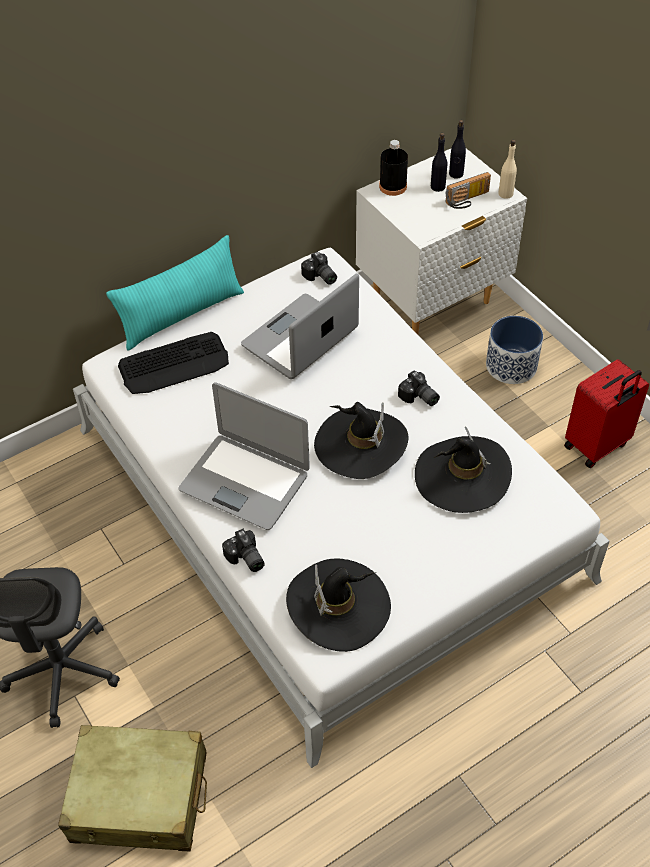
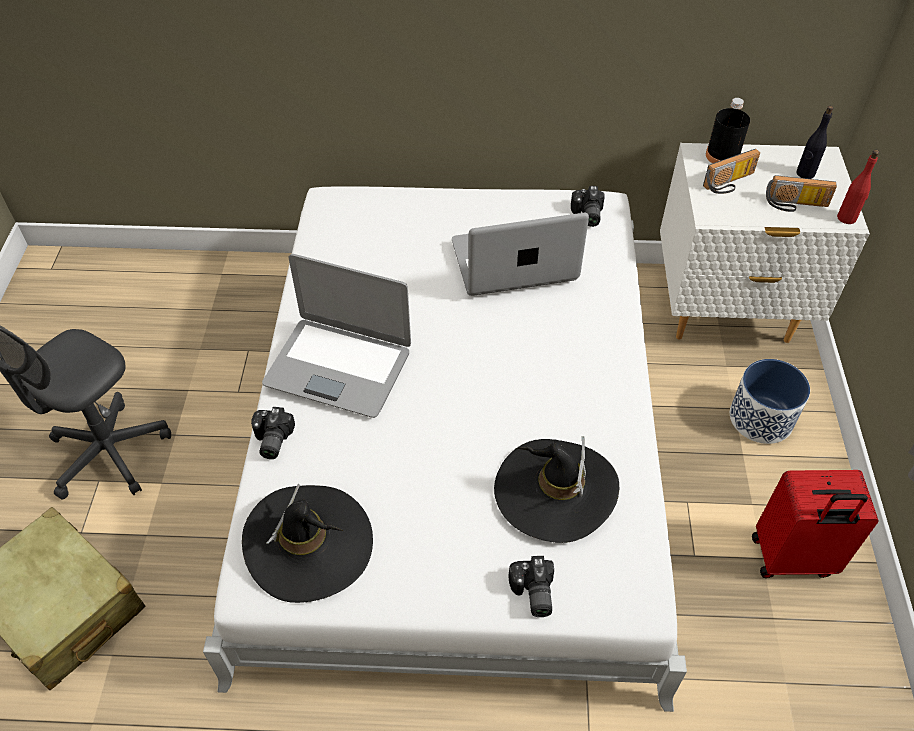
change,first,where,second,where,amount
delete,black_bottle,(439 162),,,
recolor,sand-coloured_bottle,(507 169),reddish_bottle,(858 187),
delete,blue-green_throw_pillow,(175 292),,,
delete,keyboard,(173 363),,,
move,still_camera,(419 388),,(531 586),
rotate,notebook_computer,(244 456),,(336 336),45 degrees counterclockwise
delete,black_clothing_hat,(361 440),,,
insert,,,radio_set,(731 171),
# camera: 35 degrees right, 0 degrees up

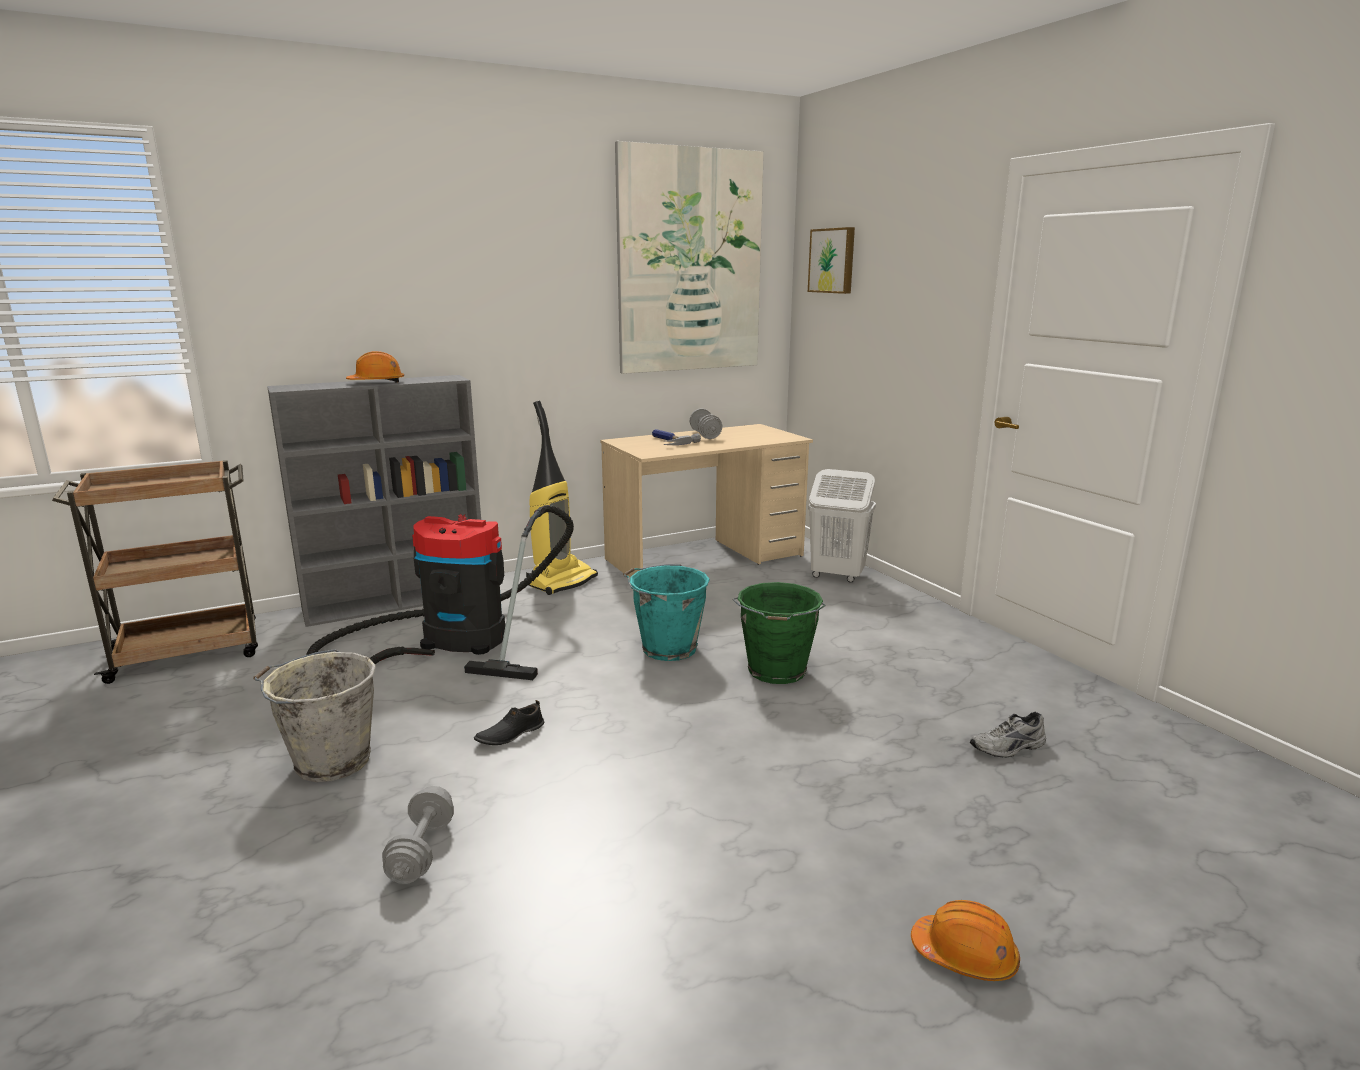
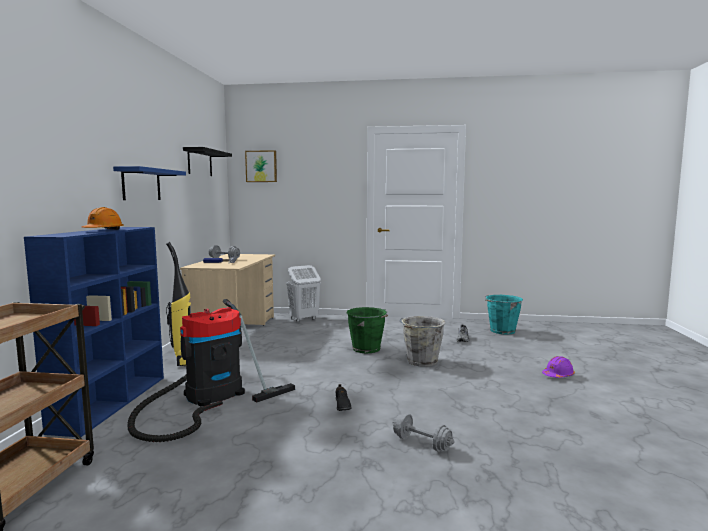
change,first,where,second,where,amount
replace,picture,(689 257),black_shelf,(207 161),
recolor,grey_bookcase,(374 501),blue-coloured_bookcase,(94 332),
move,blue-green_water_bucket,(666 612),,(504 315),
move,grey_water_bucket,(314 715),,(422 341),
recolor,orangey_safety_helmet,(965 940),purplish_safety_helmet,(558 367),
insert,,,blue-coloured_shelf,(149 183),
# camera: 55 degrees left, 10 degrees down

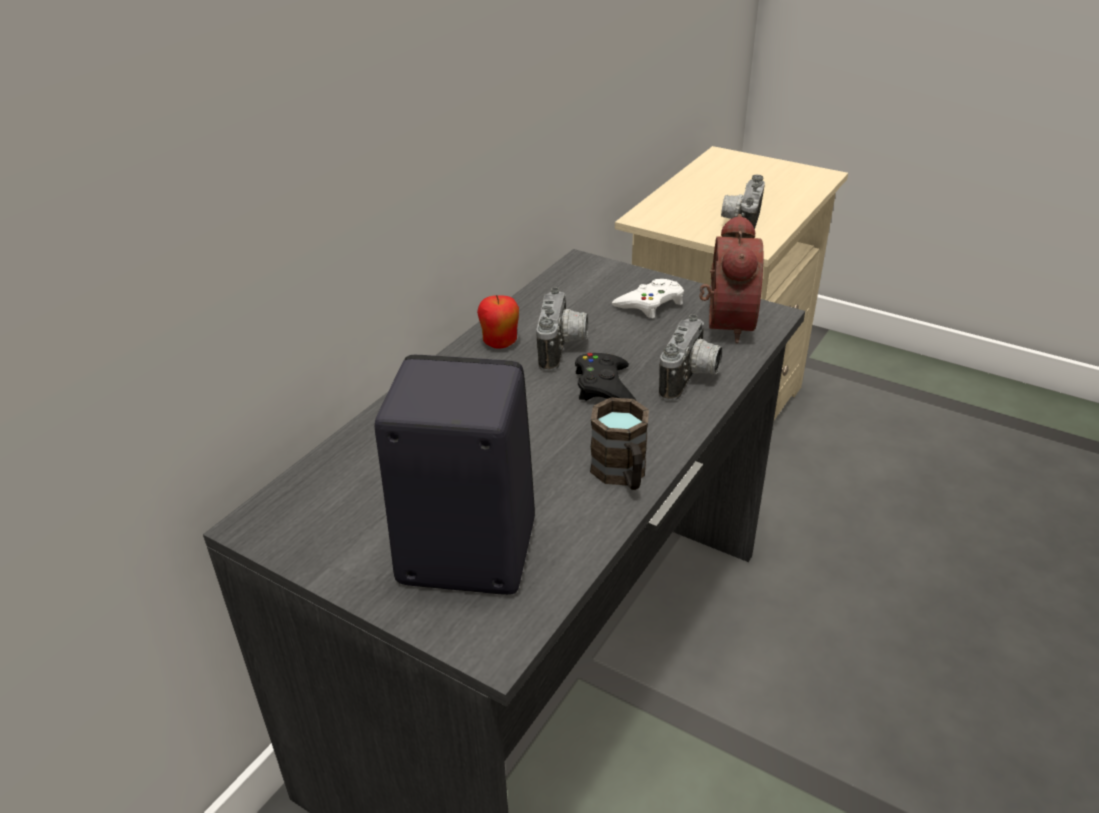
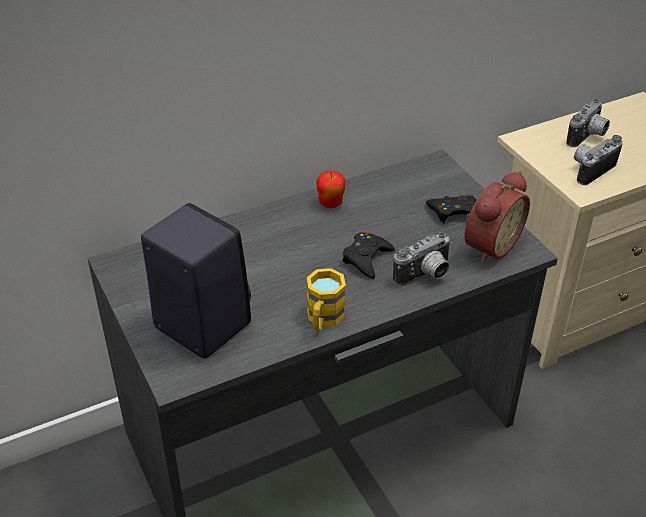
change,first,where,second,where,amount
recolor,white_gamepad,(648 298),black_gamepad,(451 209),
move,still_camera,(562 329),,(588 123),
recolor,brownish_tea_mug,(619 443),yellow-coloured_tea_mug,(326 299),
# camera: 30 degrees right, 5 degrees up

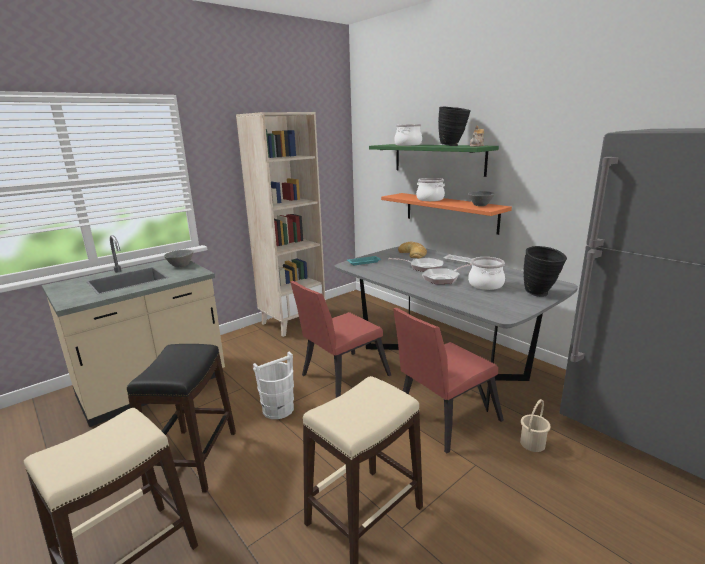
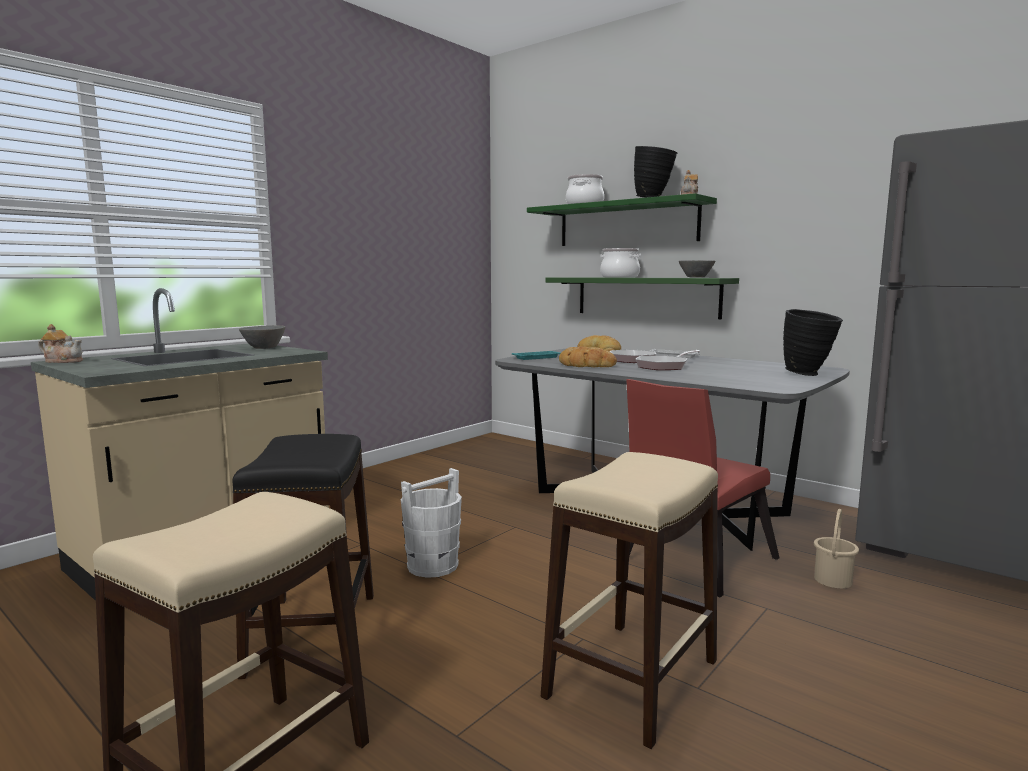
change,first,where,second,where,amount
delete,sand-coloured_bookcase,(281 224),,,
recolor,orangey_shelf,(446 214),green-coloured_shelf,(642 298),
delete,cooking_pot,(486 273),,,
delete,reddish_upright_chair,(340 339),,,
insert,,,tea_pot,(60 343),
insert,,,bakery_bread,(588 356),
# camera: 10 degrees left, 10 degrees down

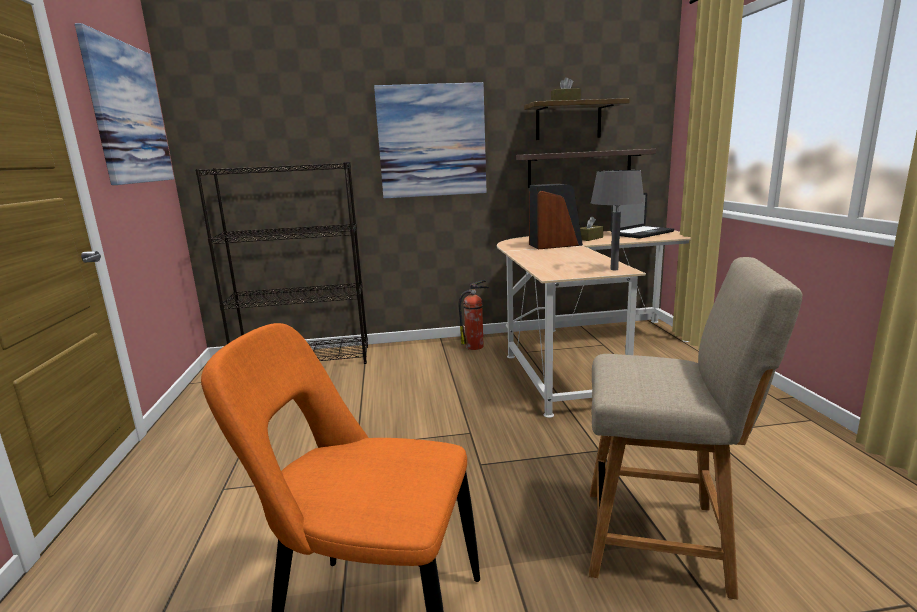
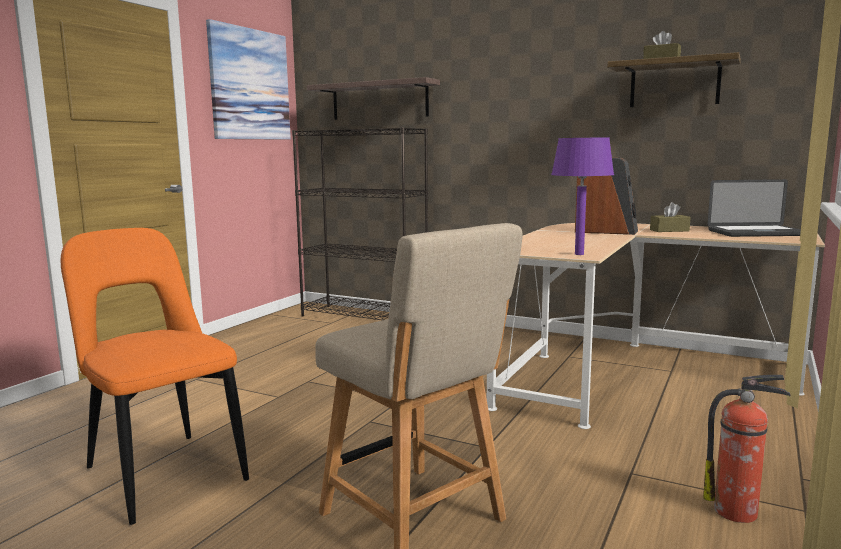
change,first,where,second,where,amount
delete,picture,(430 140),,,
move,shelf,(586 168),,(373 98),
recolor,grey_tabletop_lamp,(617 220),purplish_tabletop_lamp,(582 196),
move,extinguisher,(474 315),,(747 449),
# camera: 35 degrees right, 5 degrees down

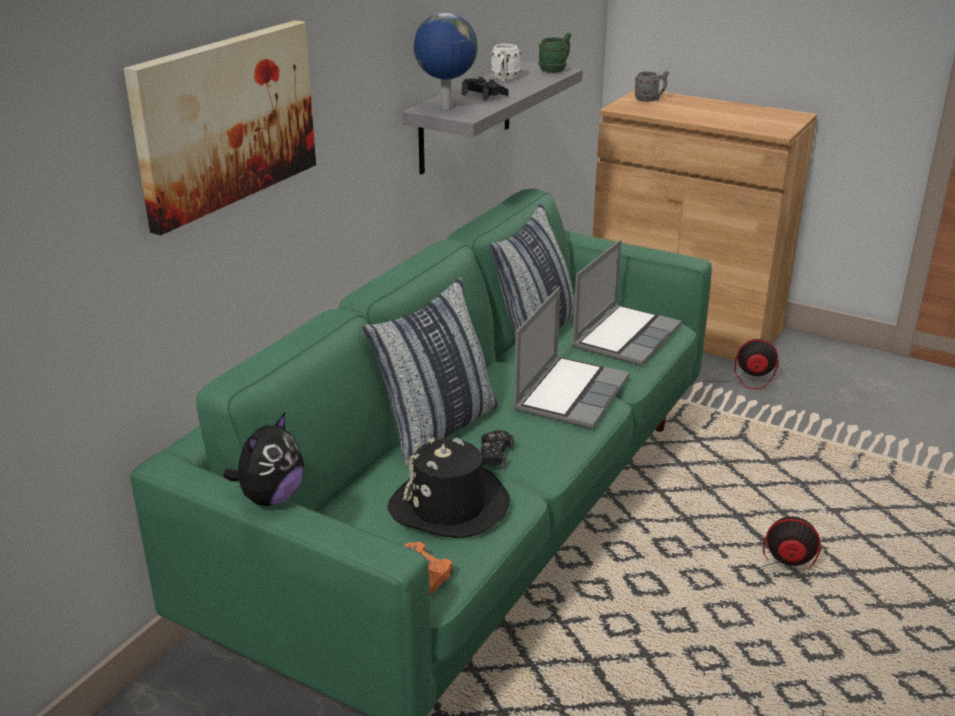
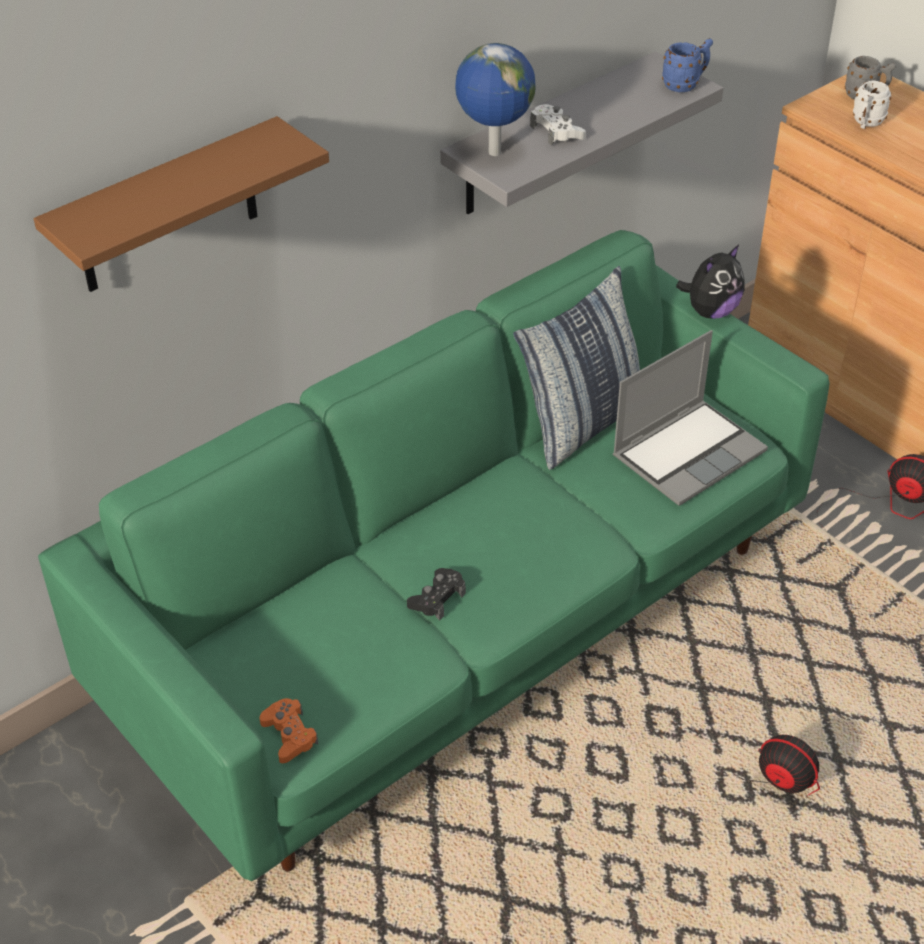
change,first,where,second,where,amount
replace,picture,(219 127),brownish_shelf,(181 204),
recolor,green-coloured_tea_mug,(555 53),blue-coloured_tea_mug,(687 65),
move,white_tea_mug,(506 62),,(872 104),
recolor,black_gamepad,(485 88),white_gamepad,(558 125),
delete,throw_pillow,(430 372),,,
delete,notebook_computer,(571 358),,,
move,plush_toy,(263 459),,(710 282),
delete,black_clothing_hat,(448 488),,,
# camera: 20 degrees right, 15 degrees up

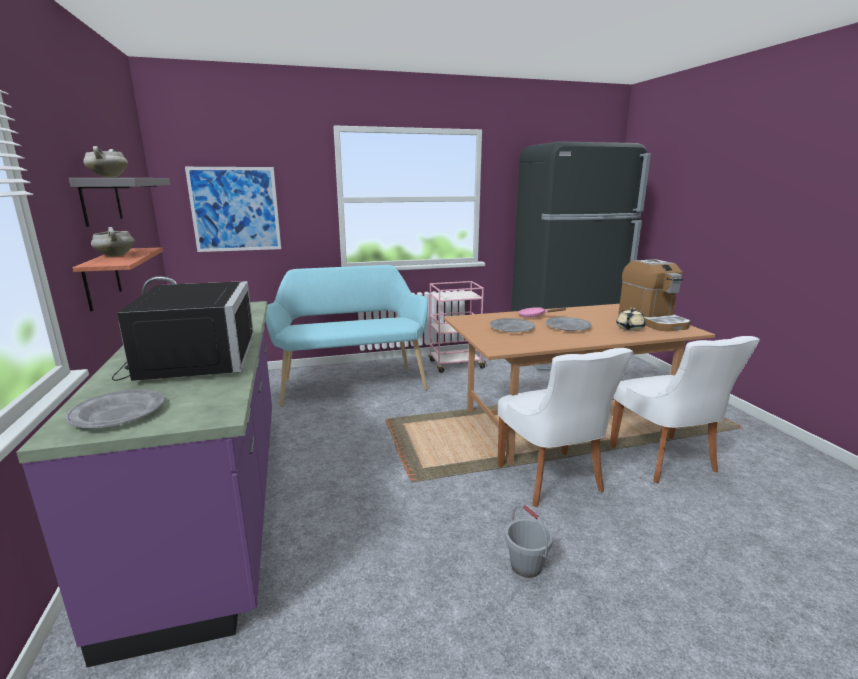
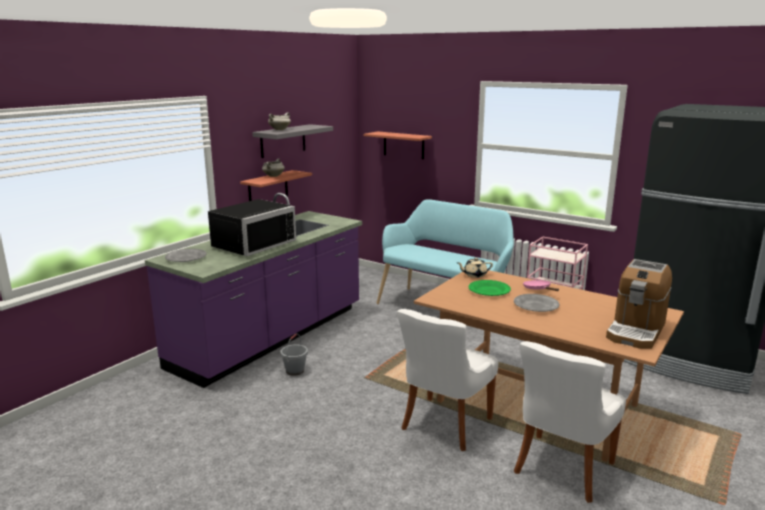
change,first,where,second,where,amount
replace,picture,(233 209),shelf,(398 145),
move,sand-coloured_tea_pot,(630 319),,(475 268),
recolor,grey_dinner_plate,(512 325),green-coloured_dinner_plate,(490 288),
move,grey_water_bucket,(529 541),,(294 354),
# camera: 50 degrees right, 0 degrees up

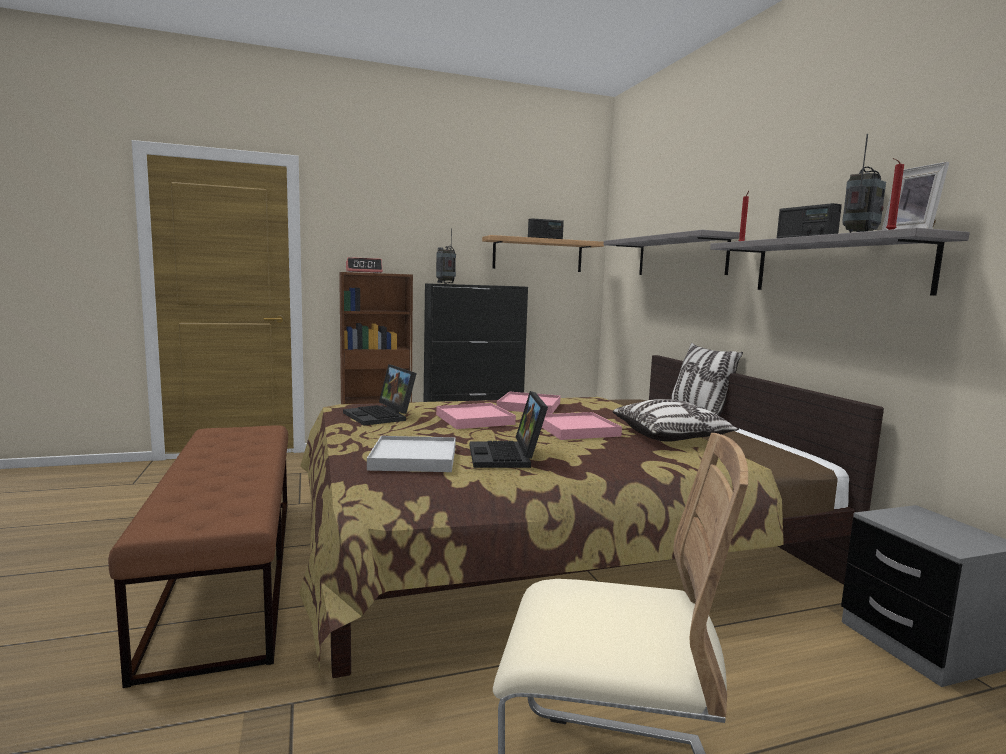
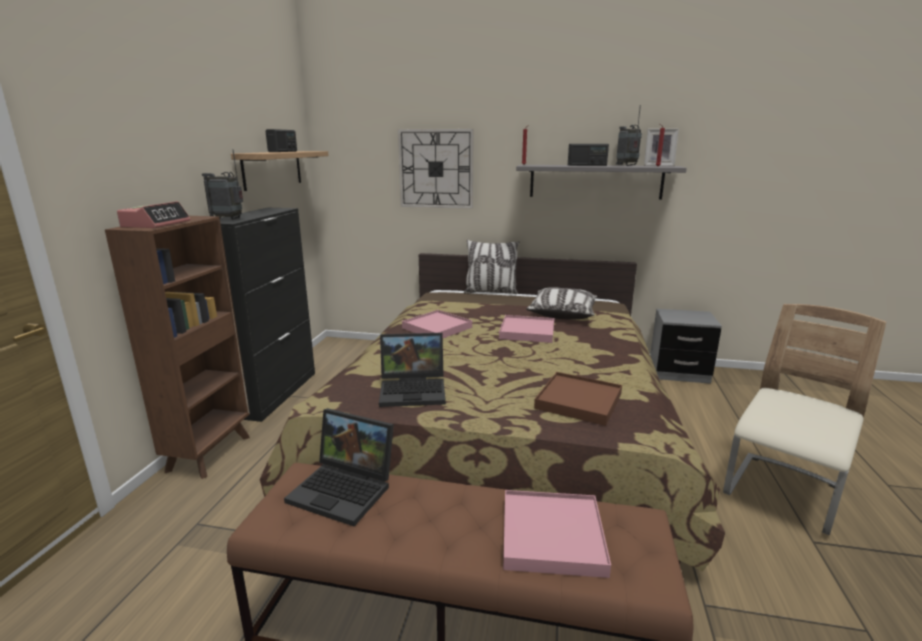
change,first,where,second,where,amount
replace,grey_shelf,(672 252),clock_on_the_wall,(436 169),
move,notebook_computer,(509 429),,(339 467),
move,pinkish_carrying_tray,(476 416),,(557 534),
recolor,white_carrying_tray,(411 454),brownish_carrying_tray,(578 399),
# camera: 60 degrees left, 10 degrees up

